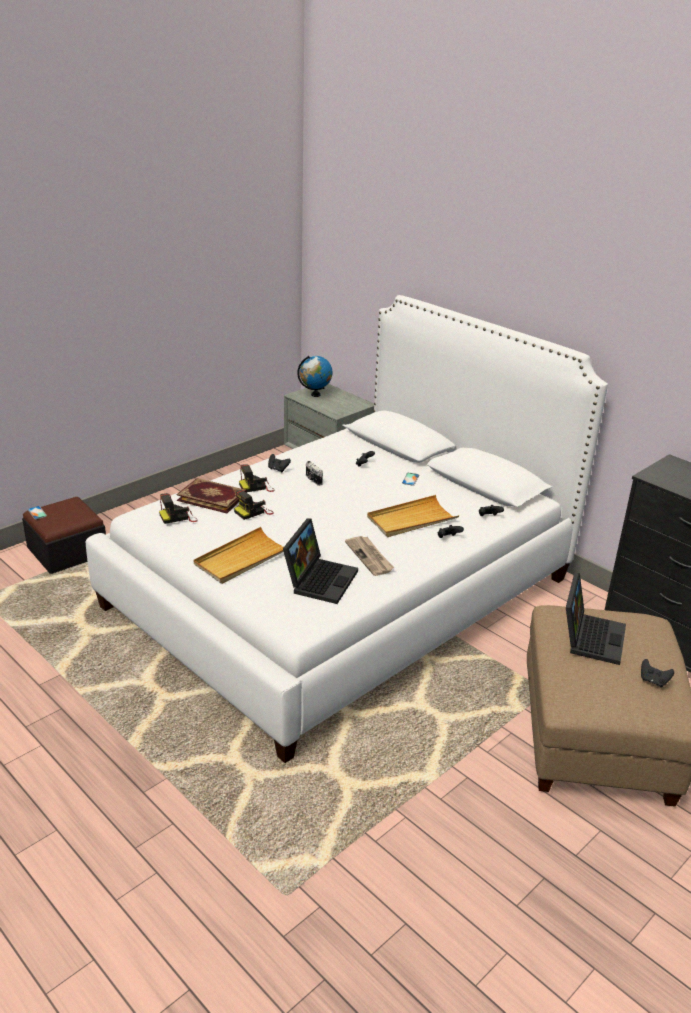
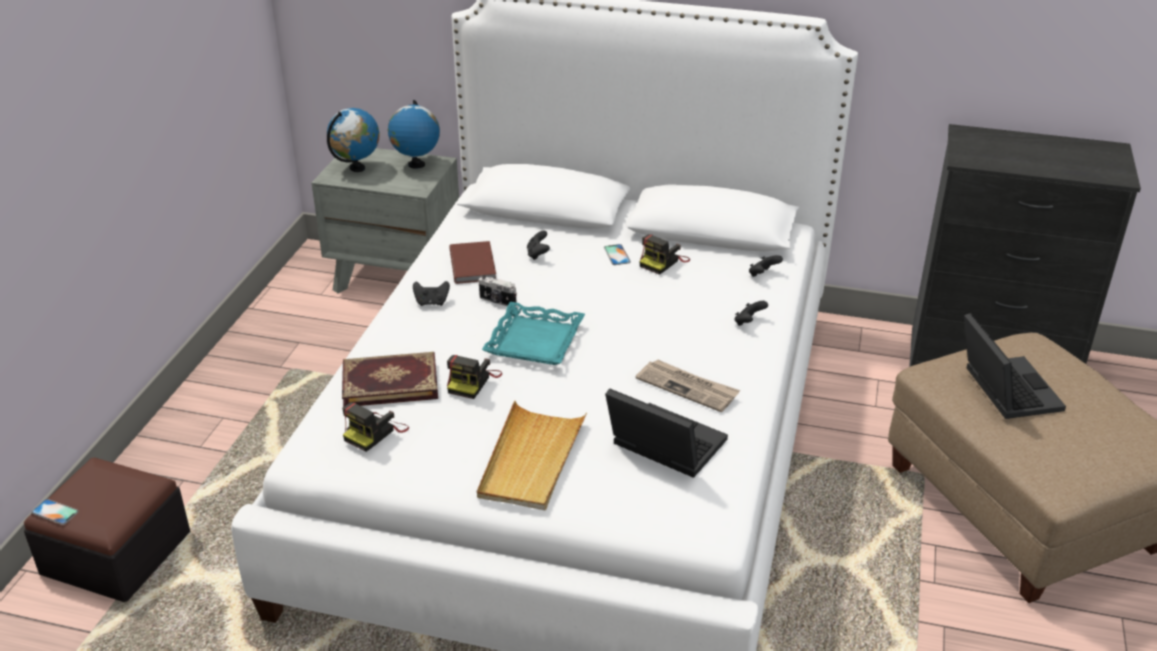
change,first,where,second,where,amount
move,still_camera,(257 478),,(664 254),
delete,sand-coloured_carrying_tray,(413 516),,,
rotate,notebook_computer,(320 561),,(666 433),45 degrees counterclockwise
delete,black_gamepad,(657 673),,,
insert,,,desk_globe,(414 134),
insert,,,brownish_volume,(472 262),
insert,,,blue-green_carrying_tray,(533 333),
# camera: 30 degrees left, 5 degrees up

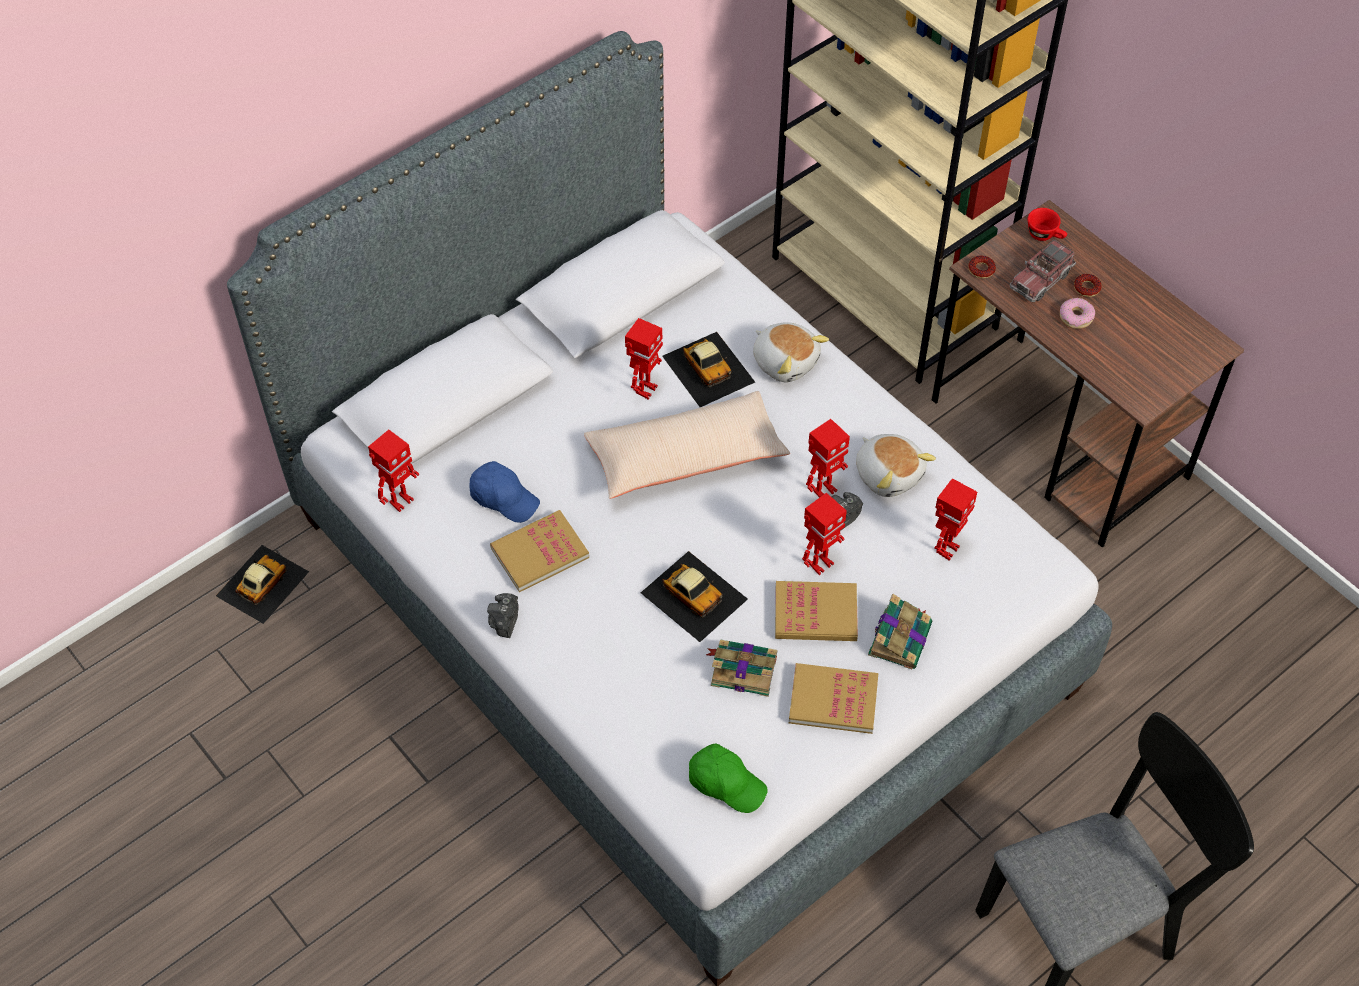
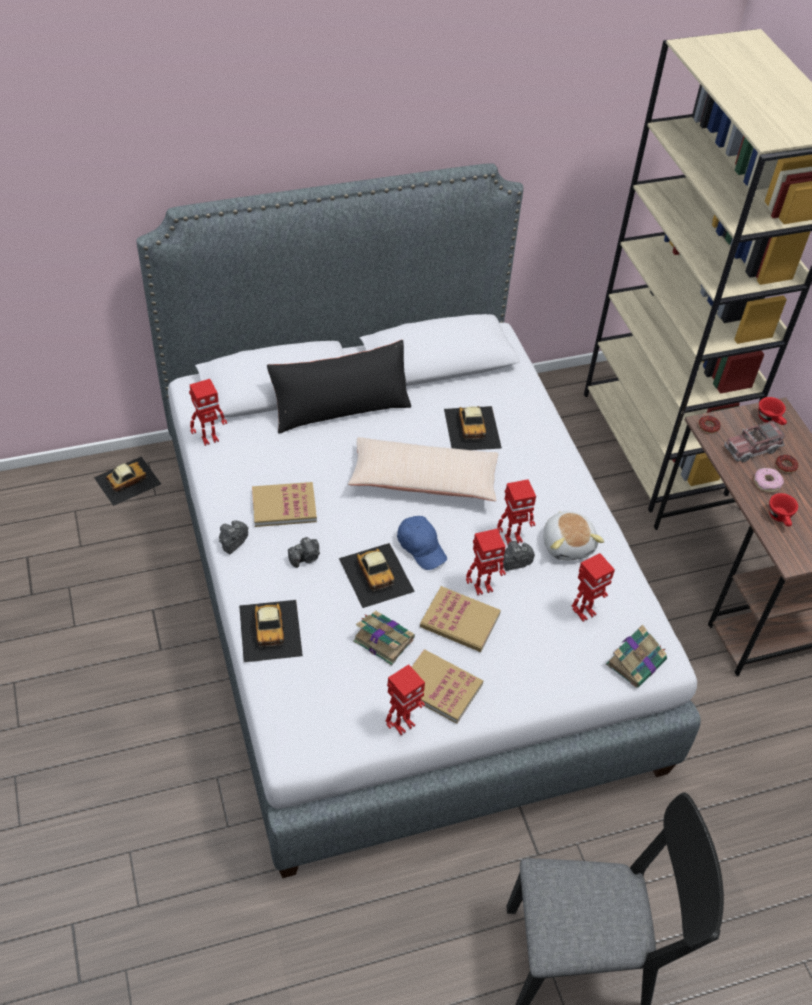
change,first,where,second,where,amount
move,toy_robot,(644 358),,(405 699),
delete,plush_toy,(791 352),,,
move,blue-coloured_baseball_cap,(504 492),,(422 543),
move,volume,(900 631),,(636 656),
delete,green-coloured_baseball_cap,(728 778),,,
insert,,,black_throw_pillow,(339 387),
insert,,,reddish_drinking_cup,(783 509),
insert,,,still_camera,(304 552),
insert,,,toy_car,(271 631),
# camera: 20 degrees right, 5 degrees down

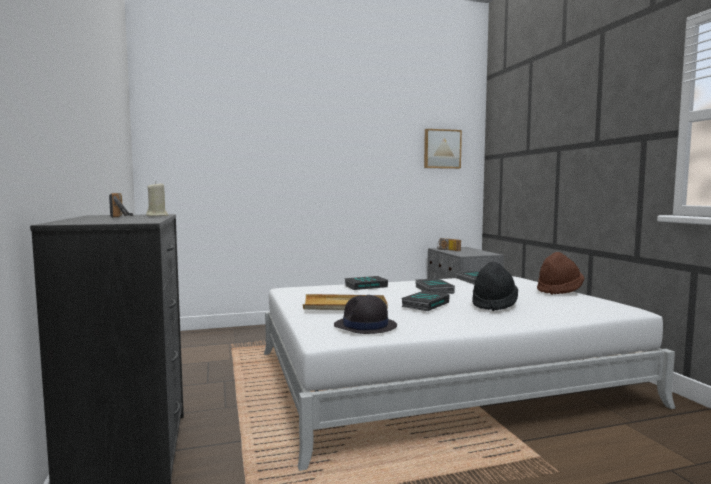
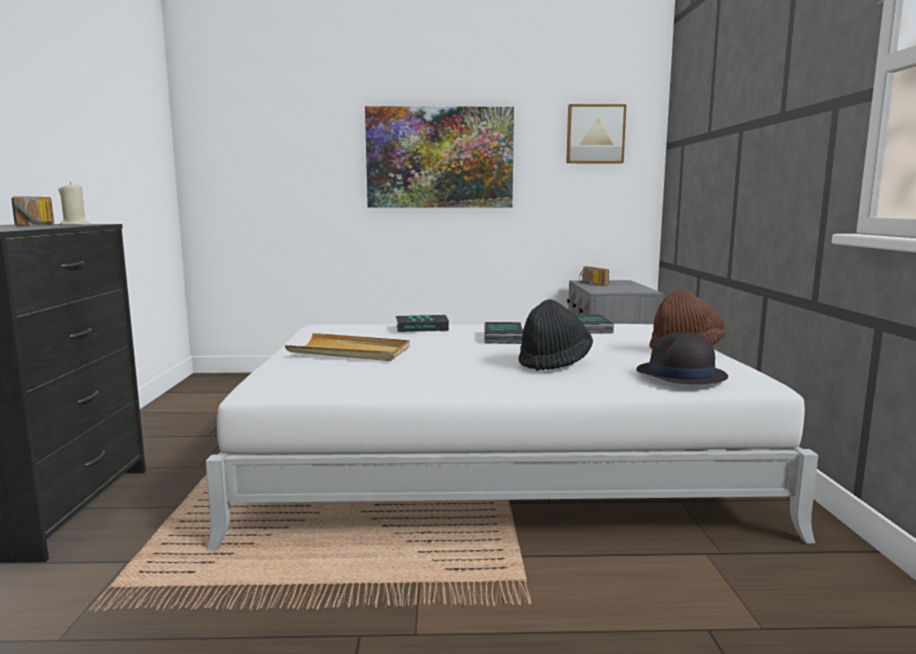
change,first,where,second,where,amount
delete,volume,(425 301),,,
move,black_clothing_hat,(365 314),,(682 358),
insert,,,picture,(439 156),
# camera: 15 degrees right, 5 degrees up

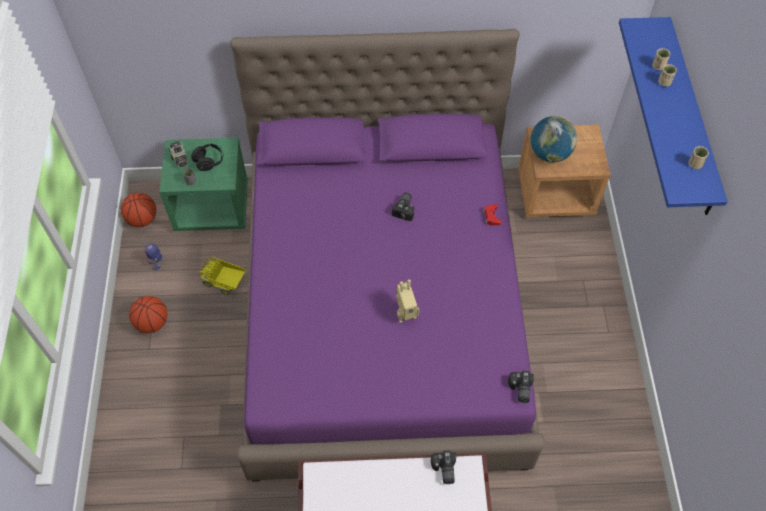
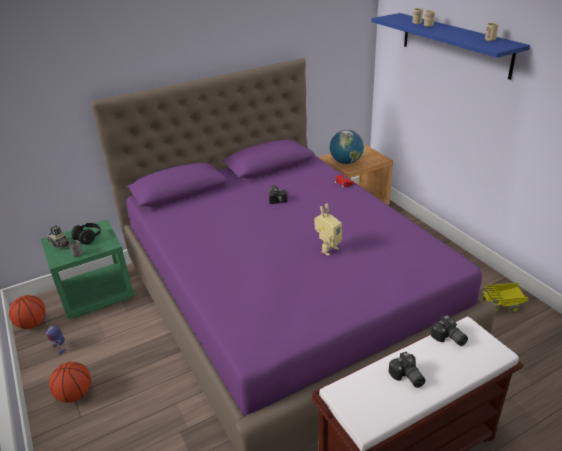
change,first,where,second,where,amount
move,model_truck,(222 276),,(505 298),
move,still_camera,(521 387),,(407 370),
# camera: 25 degrees left, 25 degrees down

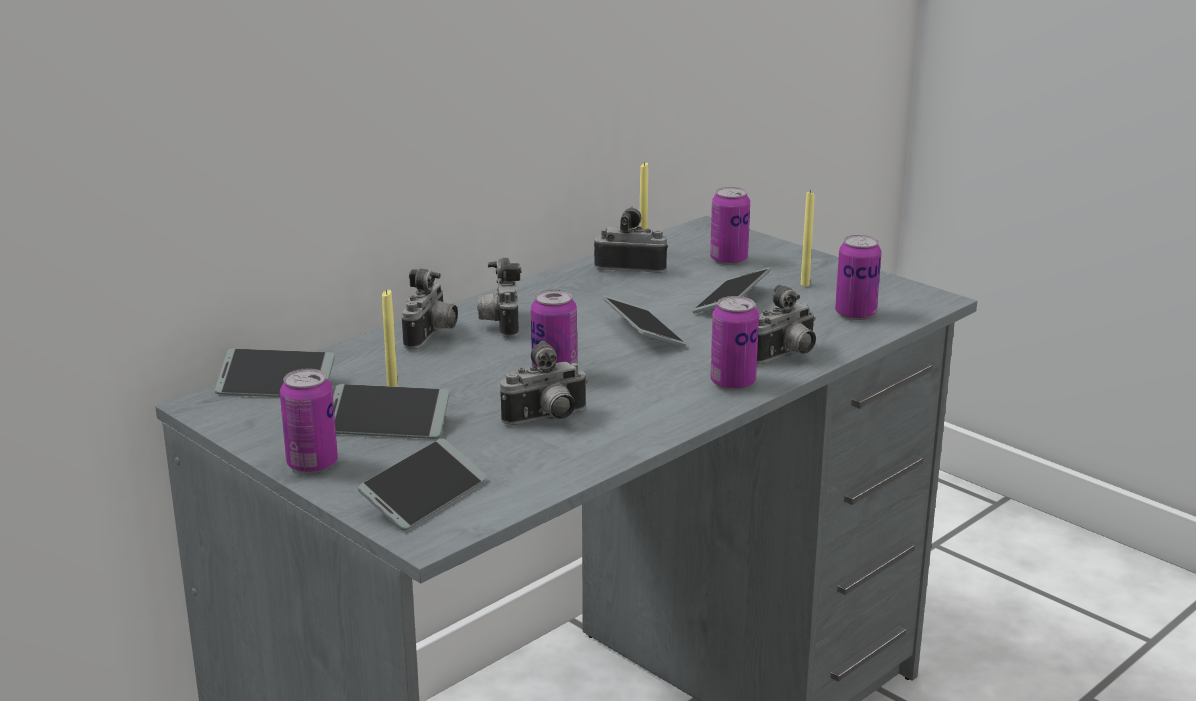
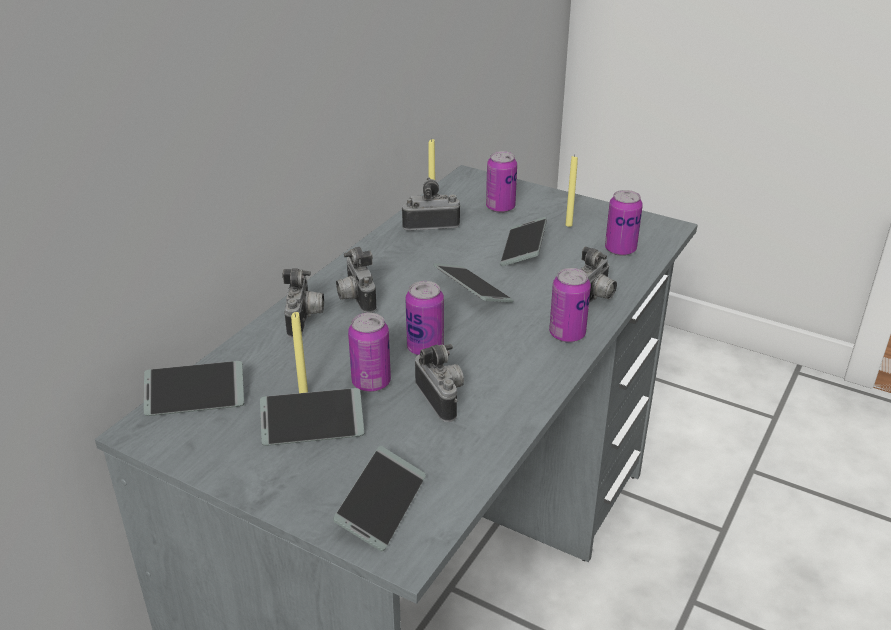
change,first,where,second,where,amount
rotate,still_camera,(544 383),,(439 383),75 degrees counterclockwise
move,can,(309 421),,(369 352),
# camera: 15 degrees left, 10 degrees up

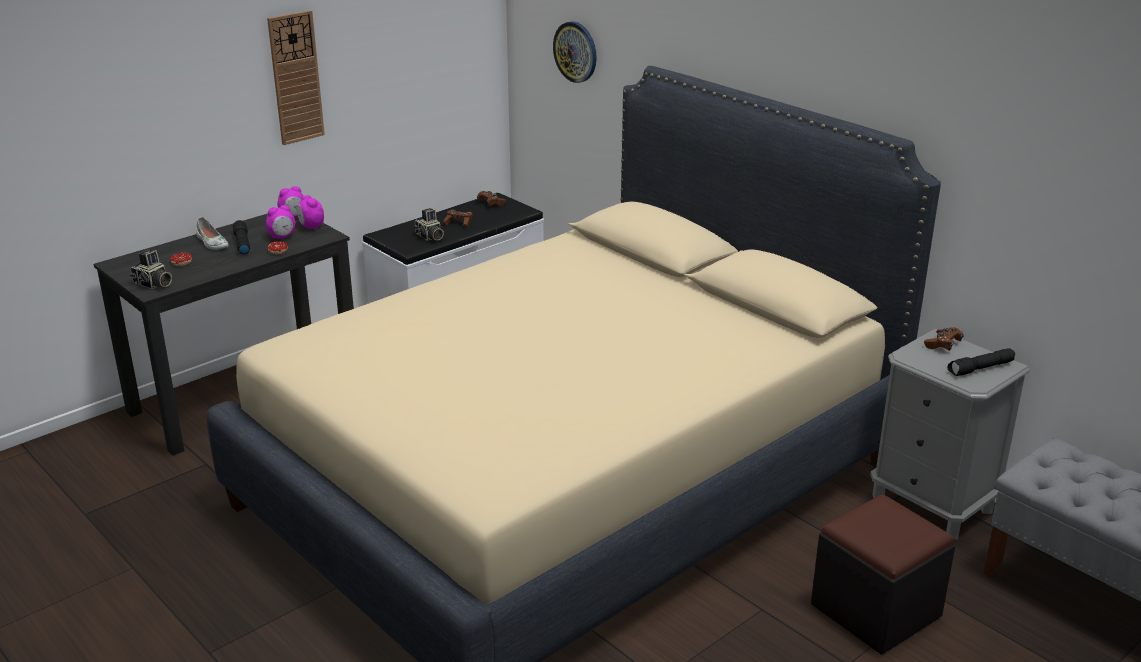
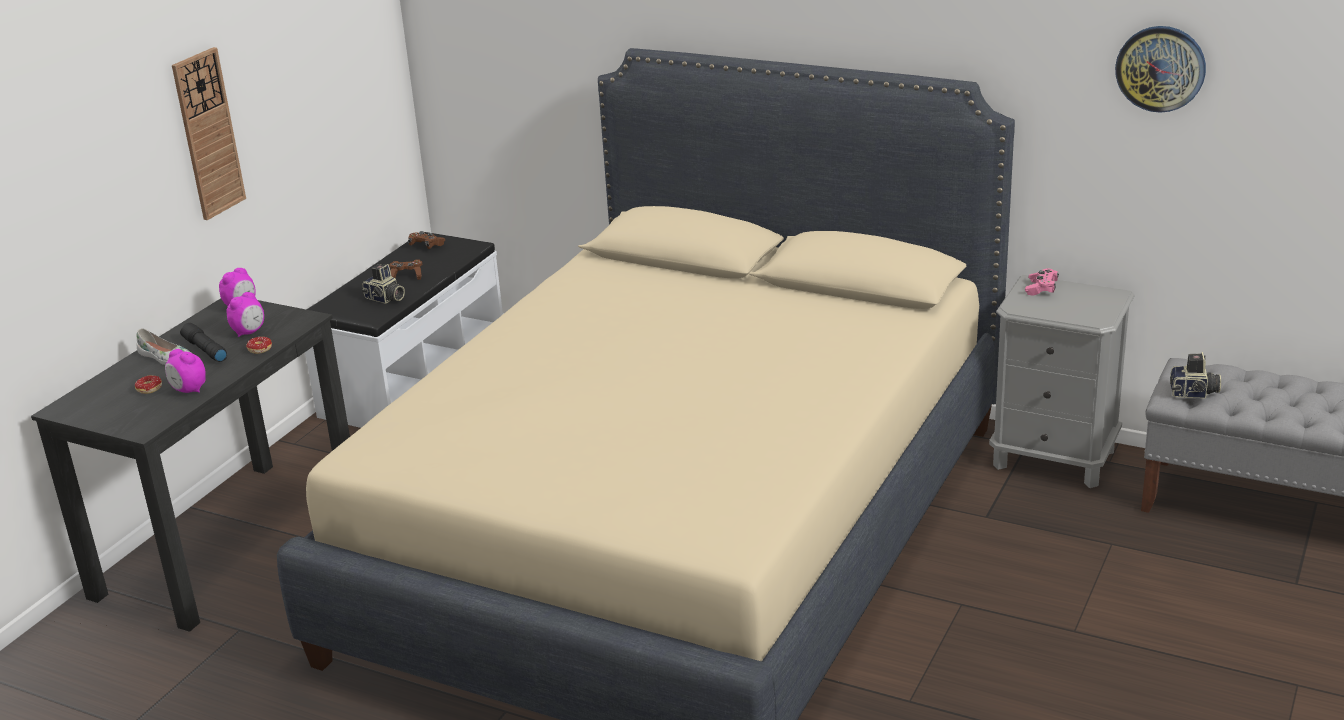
change,first,where,second,where,amount
move,clock_on_the_wall,(575 52),,(1160 69),
move,alarm_clock,(310 212),,(185 371),
move,still_camera,(151 269),,(1195 375),
recolor,brownish_gamepad,(944 339),pinkish_gamepad,(1042 282),
delete,black_torch,(981 362),,,
delete,black_ottoman,(883 574),,,
# camera: 20 degrees left, 0 degrees up

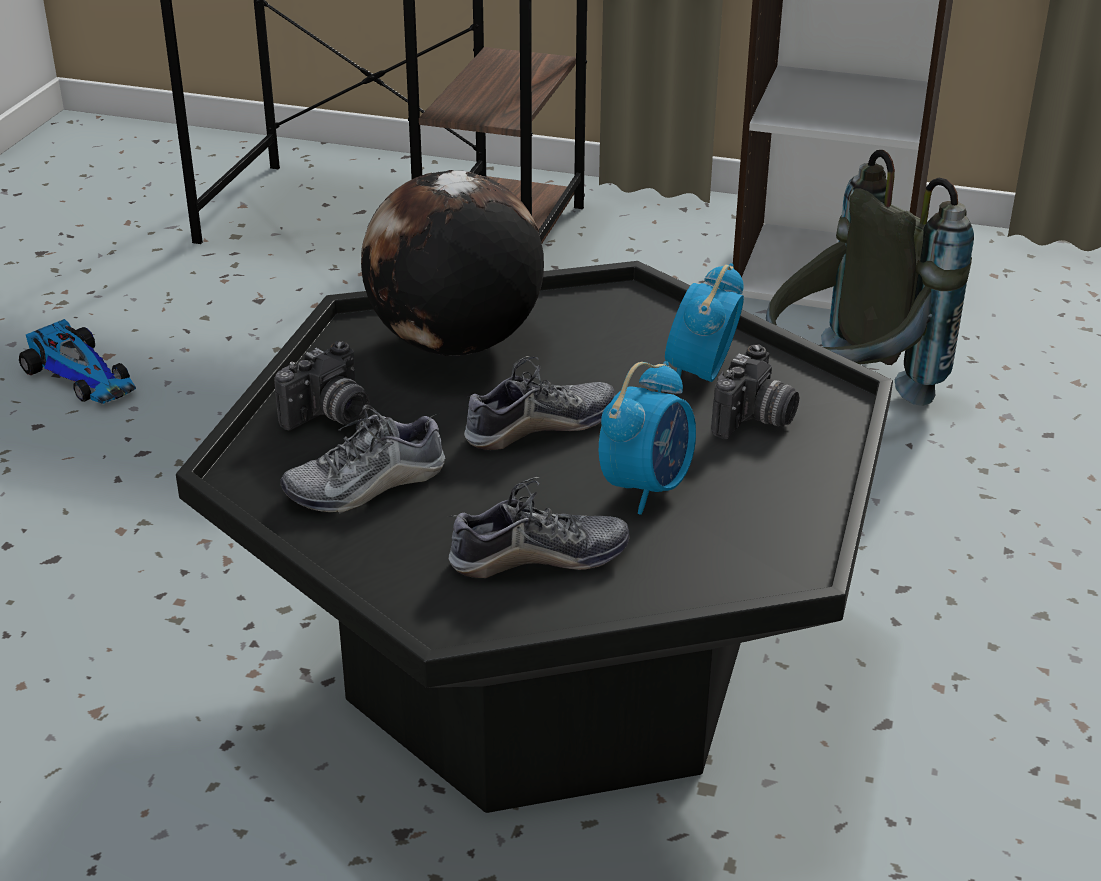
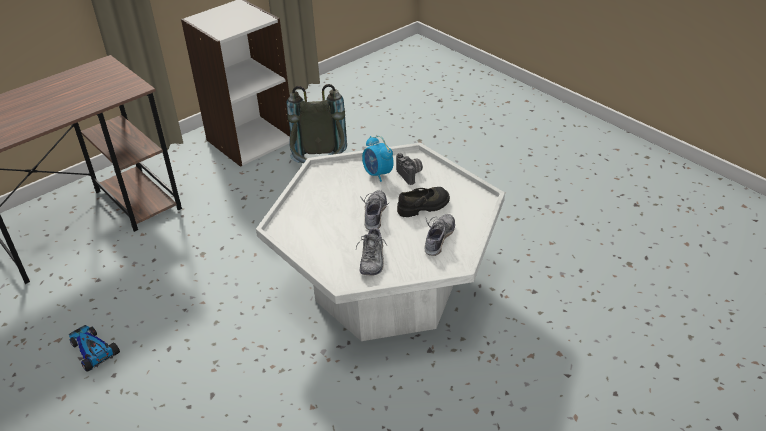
change,first,where,second,where,amount
delete,desk_globe,(452 263),,,
recolor,black_coffee_table,(534 537),white_coffee_table,(380 242),
rotate,toy_car,(77 361),,(94 348),120 degrees counterclockwise
delete,still_camera,(322 385),,,
replace,alarm_clock,(647 438),black_low_shoe,(423 202),
# camera: 55 degrees left, 5 degrees up

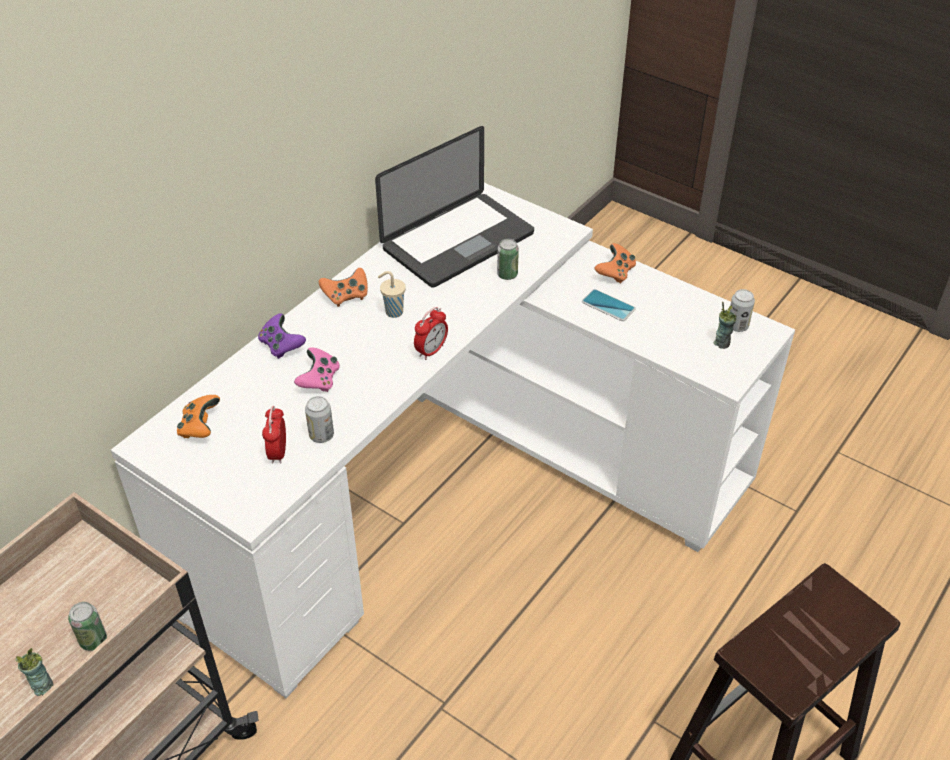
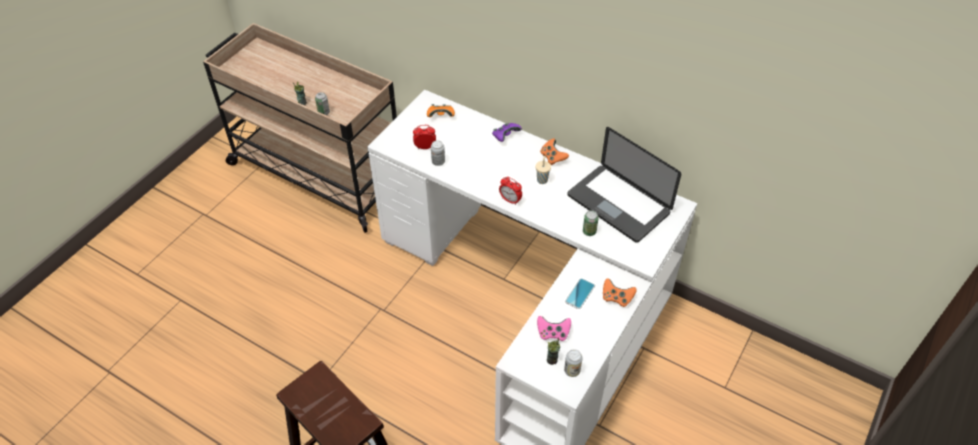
change,first,where,second,where,amount
move,pinkish_gamepad,(317 369),,(554 328),
# camera: 85 degrees right, 5 degrees up

